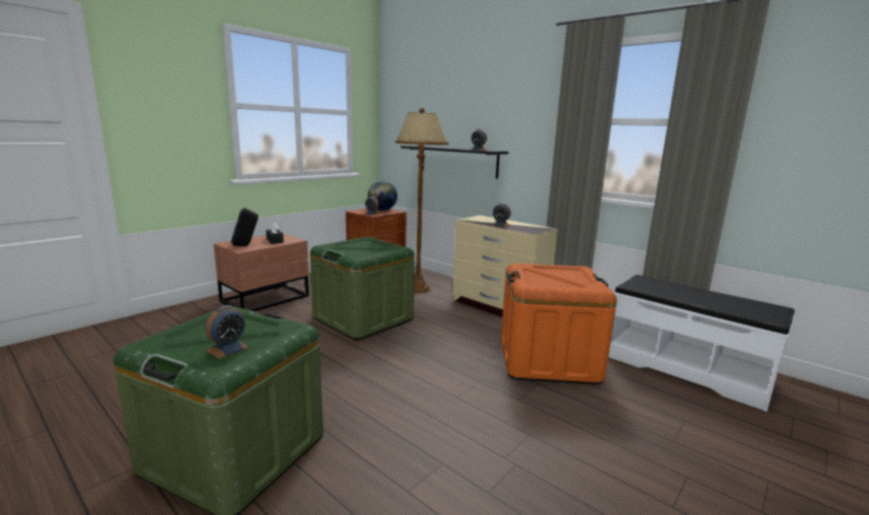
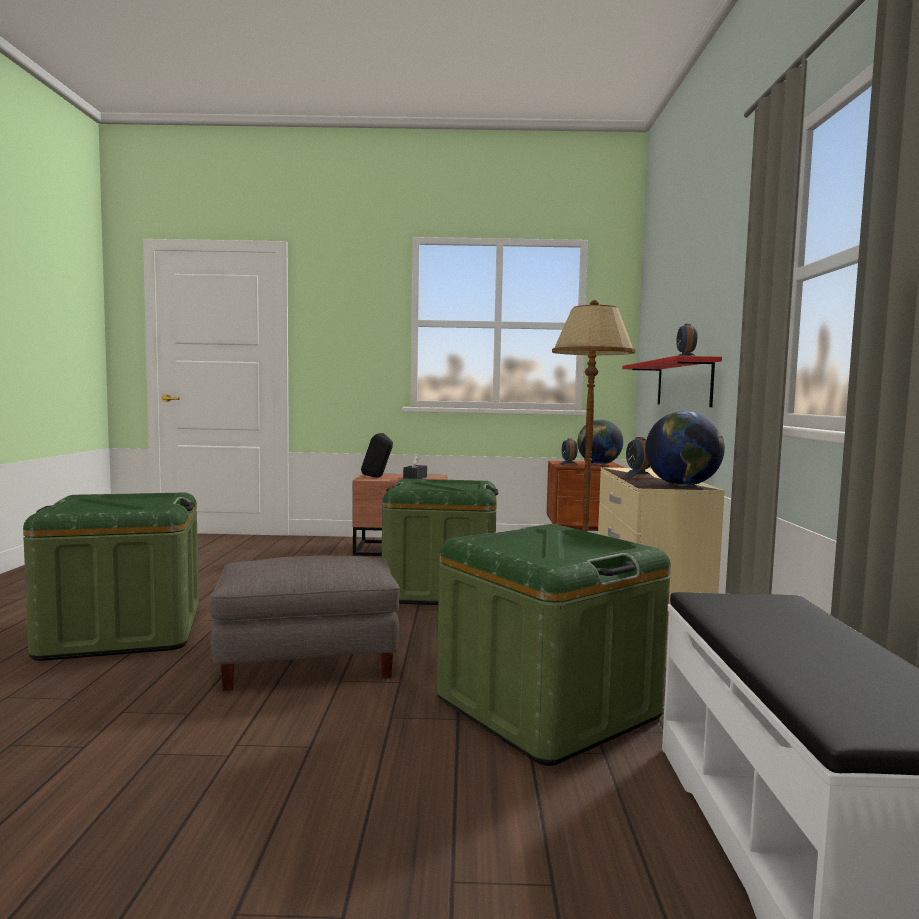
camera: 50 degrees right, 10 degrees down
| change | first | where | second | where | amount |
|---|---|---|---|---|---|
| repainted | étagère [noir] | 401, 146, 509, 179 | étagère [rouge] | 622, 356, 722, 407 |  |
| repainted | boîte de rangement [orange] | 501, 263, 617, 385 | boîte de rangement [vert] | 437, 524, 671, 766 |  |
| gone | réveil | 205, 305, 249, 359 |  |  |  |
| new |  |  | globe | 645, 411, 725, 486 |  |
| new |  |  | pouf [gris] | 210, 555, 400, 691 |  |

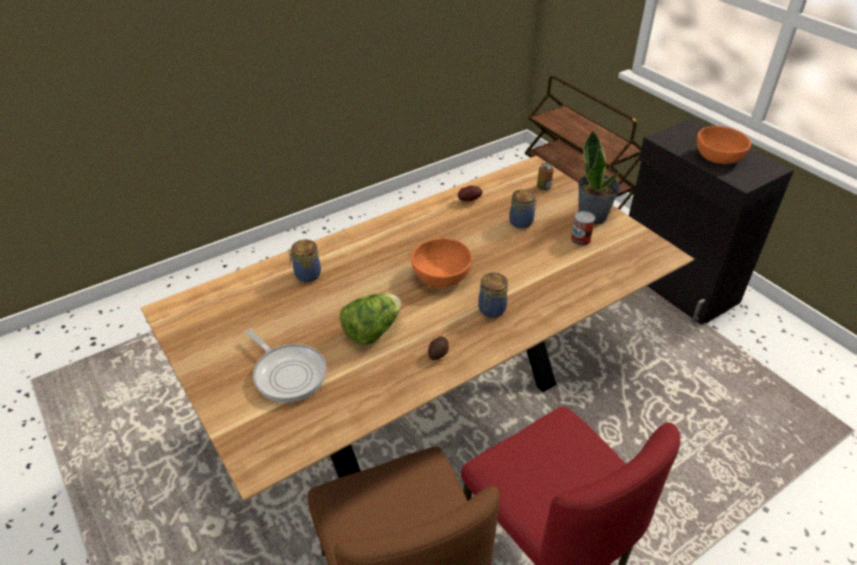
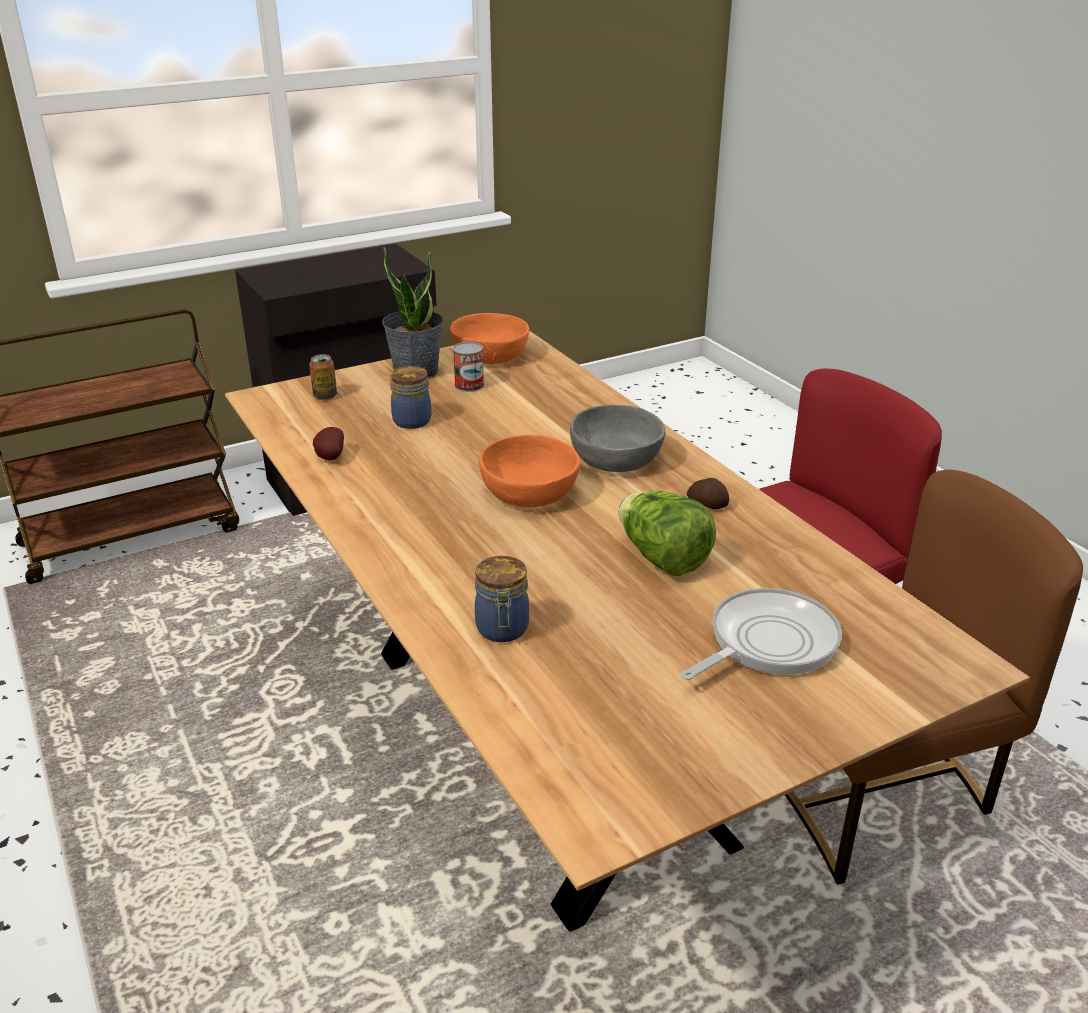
camera: 85 degrees left, 10 degrees down
| change | first | where | second | where | amount |
|---|---|---|---|---|---|
| shifted | bol [orange] | 697, 126, 751, 164 |  | 450, 313, 529, 364 |  |
| swapped | bocal | 478, 273, 508, 318 | bol [gris] | 570, 405, 665, 472 |  |

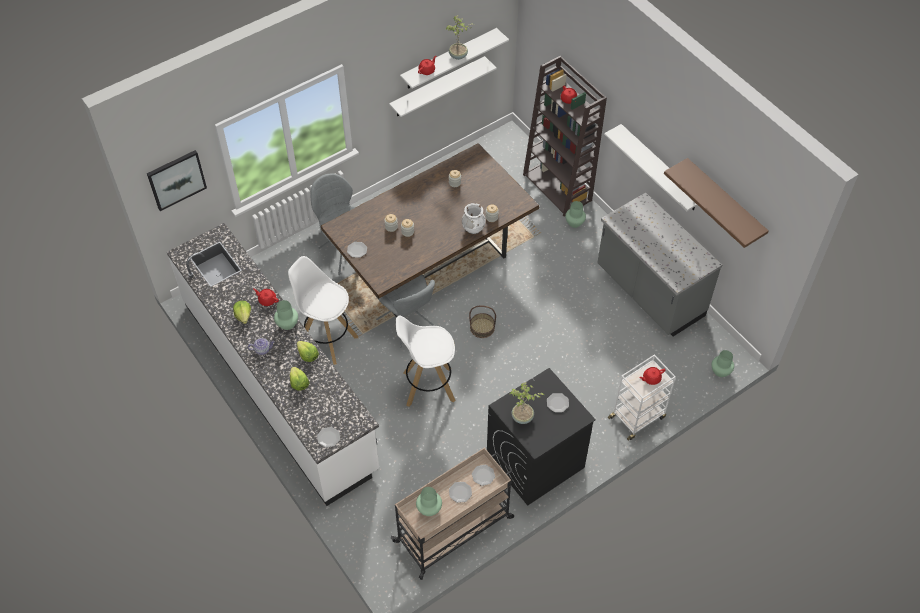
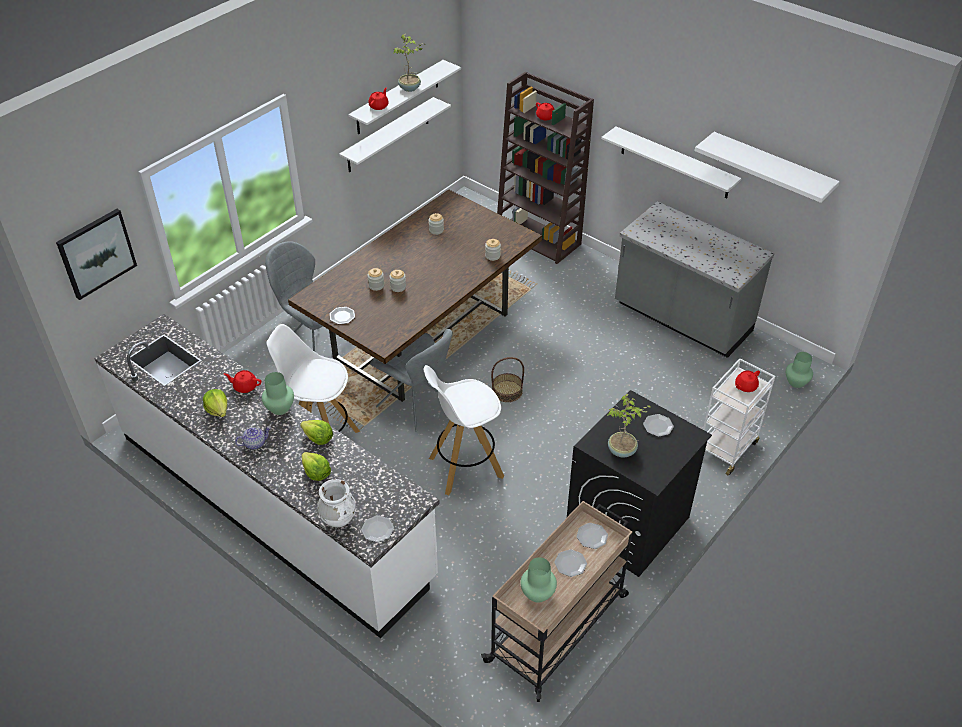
camera: 15 degrees left, 10 degrees down
| change | first | where | second | where | amount |
|---|---|---|---|---|---|
| repainted | étagère [marron] | 664, 158, 769, 248 | étagère [blanc] | 695, 132, 840, 203 |  |
| gone | vase [vert] | 565, 201, 586, 228 |  |  |  |
| shifted | vase [blanc] | 462, 203, 486, 234 |  | 317, 479, 356, 528 |  |

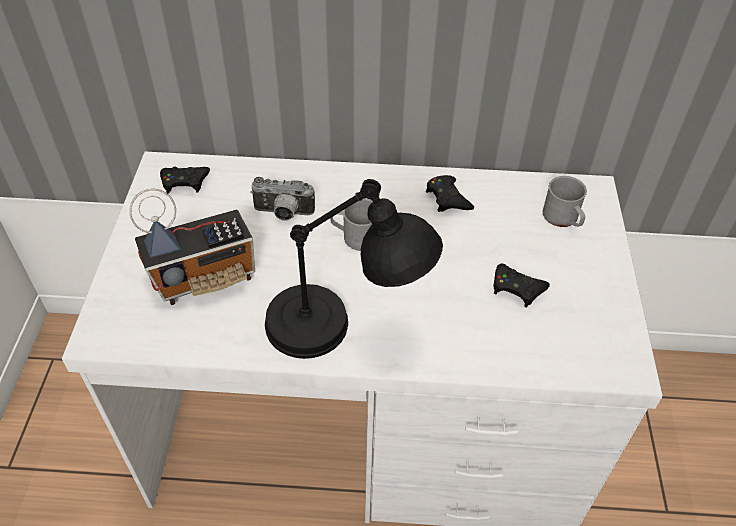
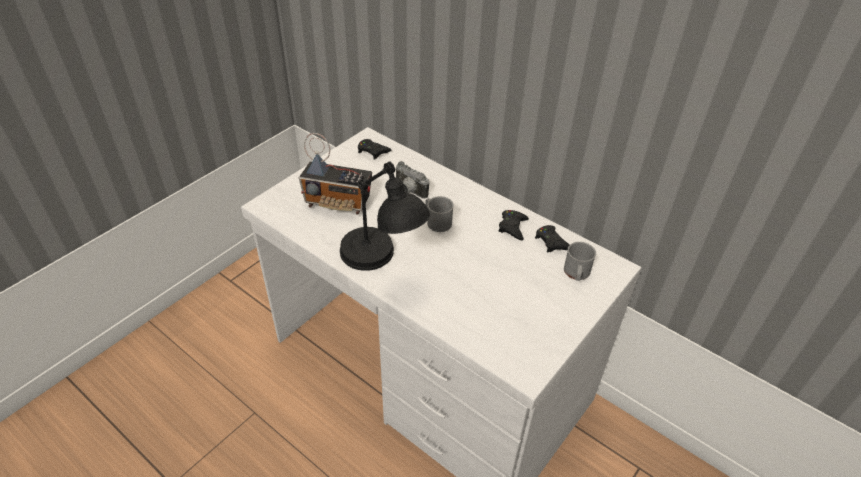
camera: 35 degrees right, 5 degrees down
| change | first | where | second | where | amount |
|---|---|---|---|---|---|
| shifted | manette [noir] | 494, 264, 550, 307 |  | 535, 225, 570, 253 |  |

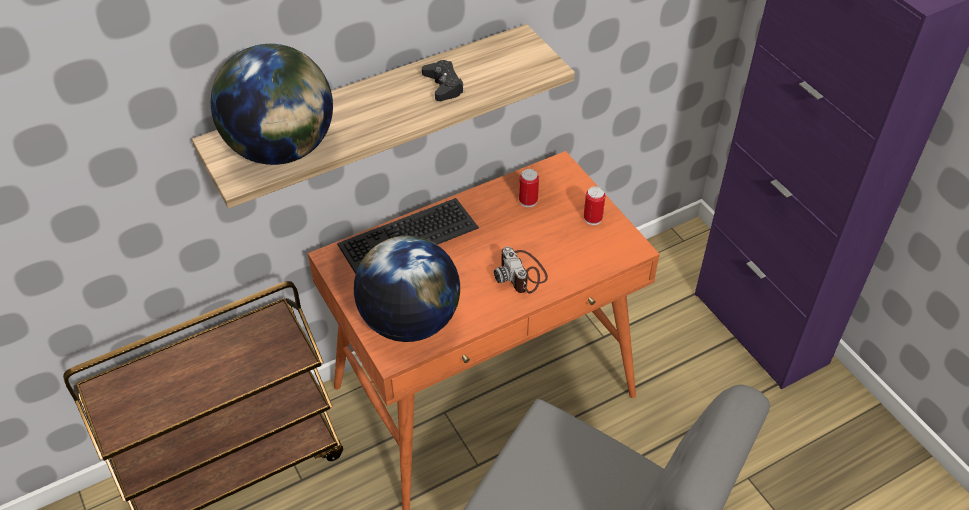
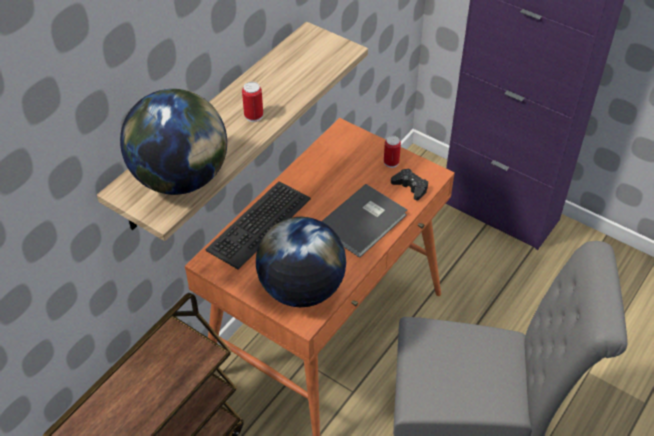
camera: 25 degrees left, 0 degrees up
| change | first | where | second | where | amount |
|---|---|---|---|---|---|
| shifted | manette [noir] | 422, 60, 464, 101 |  | 391, 168, 428, 200 |  |
| shifted | boîte métallique | 519, 169, 539, 207 |  | 242, 82, 263, 122 |  |
| swapped | appareil photo | 494, 246, 548, 294 | livre [gris] | 322, 184, 407, 258 |  |

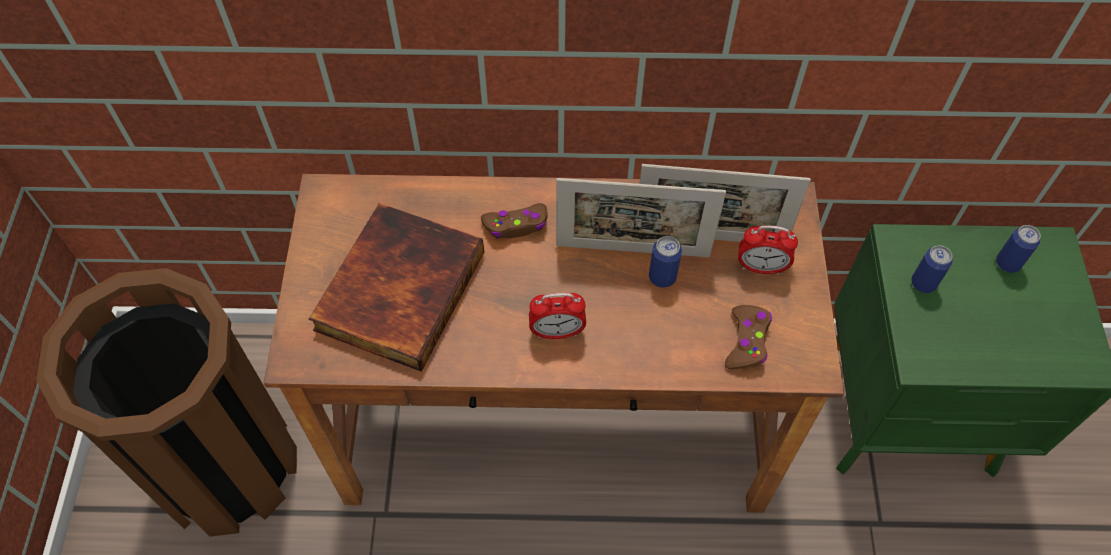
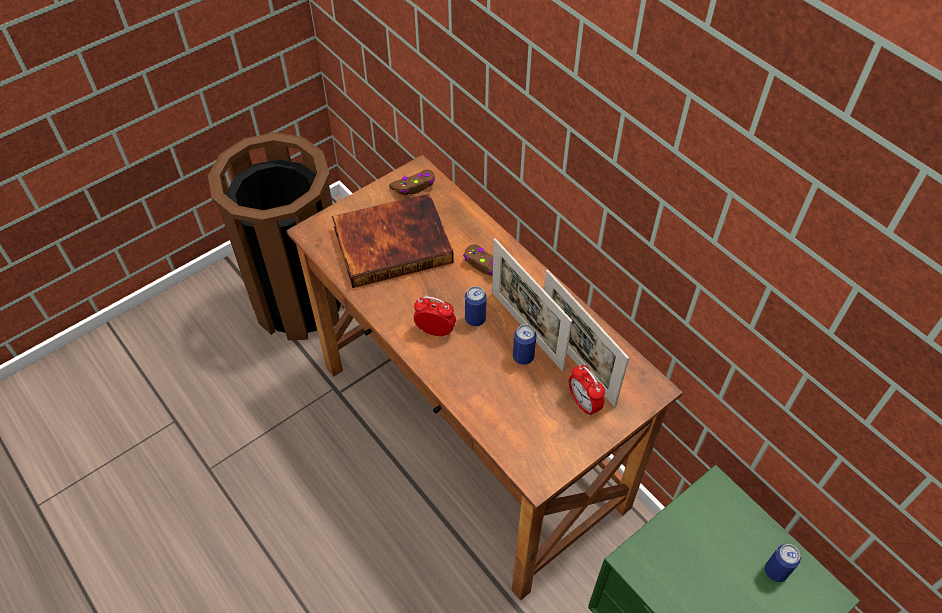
camera: 50 degrees right, 5 degrees down
| change | first | where | second | where | amount |
|---|---|---|---|---|---|
| shifted | boîte métallique | 911, 245, 953, 293 |  | 465, 286, 487, 326 |  |
| rotated | réveil | 529, 293, 586, 339 |  | 414, 296, 456, 338 | 150 degrees clockwise |
| shifted | manette [marron] | 725, 305, 772, 370 |  | 389, 170, 435, 195 |  |

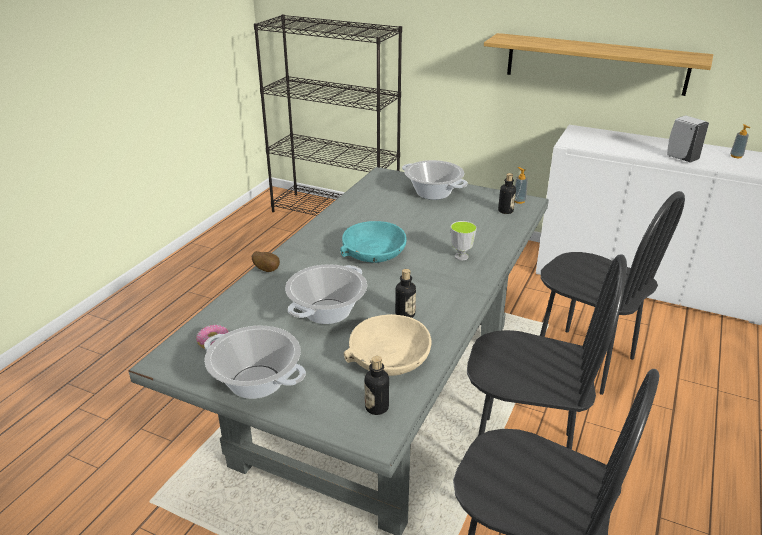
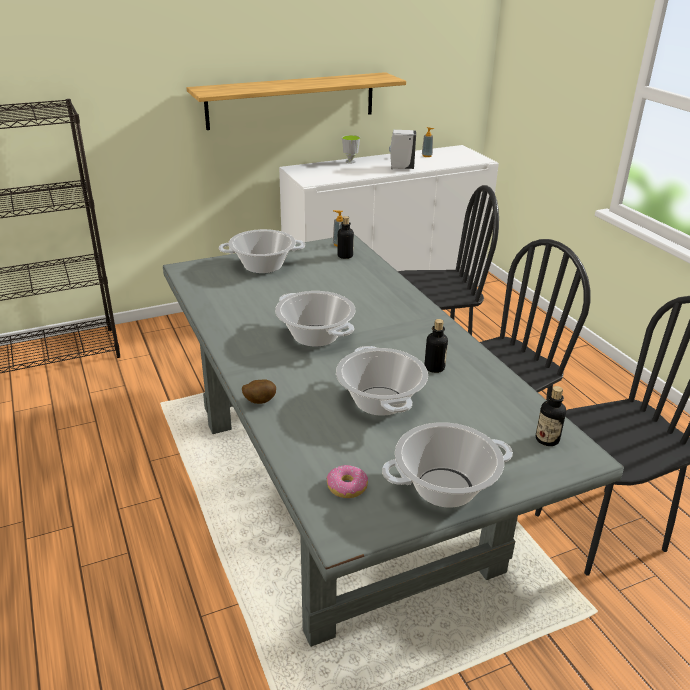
camera: 50 degrees left, 0 degrees up
| change | first | where | second | where | amount |
|---|---|---|---|---|---|
| swapped | bol [turquoise] | 340, 221, 407, 263 | marmite | 275, 291, 356, 347 |  |
| shifted | tasse | 451, 221, 477, 260 |  | 342, 135, 360, 164 |  |
| gone | bol [beige] | 344, 314, 432, 376 |  |  |  |

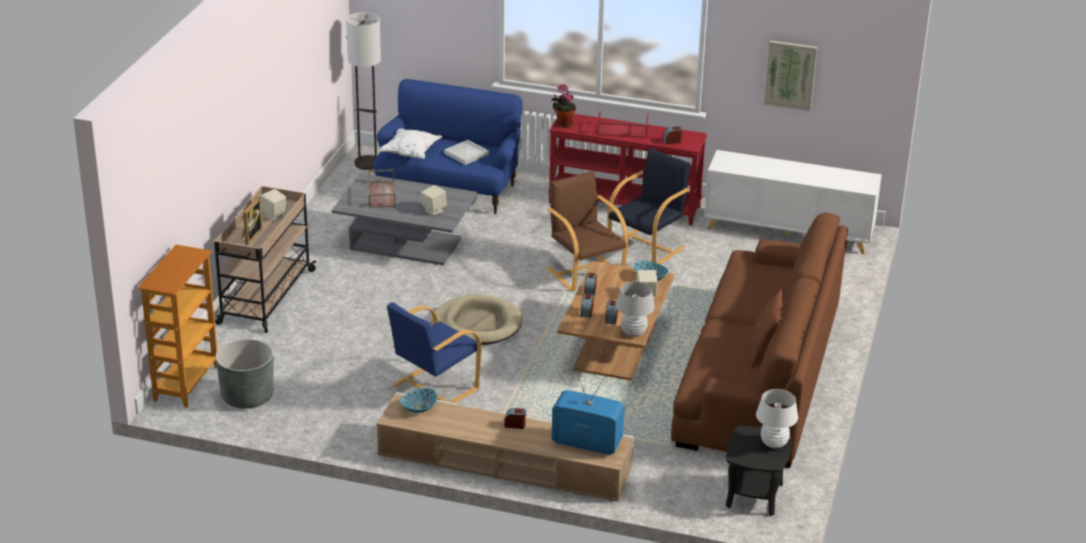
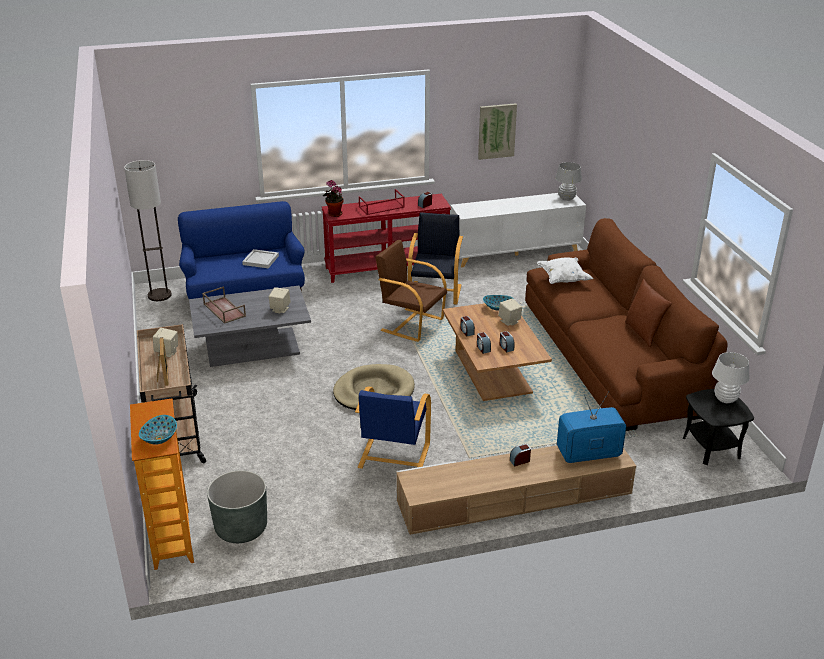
camera: 30 degrees left, 0 degrees up
| change | first | where | second | where | amount |
|---|---|---|---|---|---|
| shifted | coussin [blanc] | 379, 128, 442, 159 |  | 537, 257, 593, 284 |  |
| shifted | lampe de table [blanc] | 616, 282, 655, 337 |  | 555, 162, 582, 201 |  |
| shifted | bol | 400, 388, 438, 413 |  | 139, 415, 177, 445 |  |

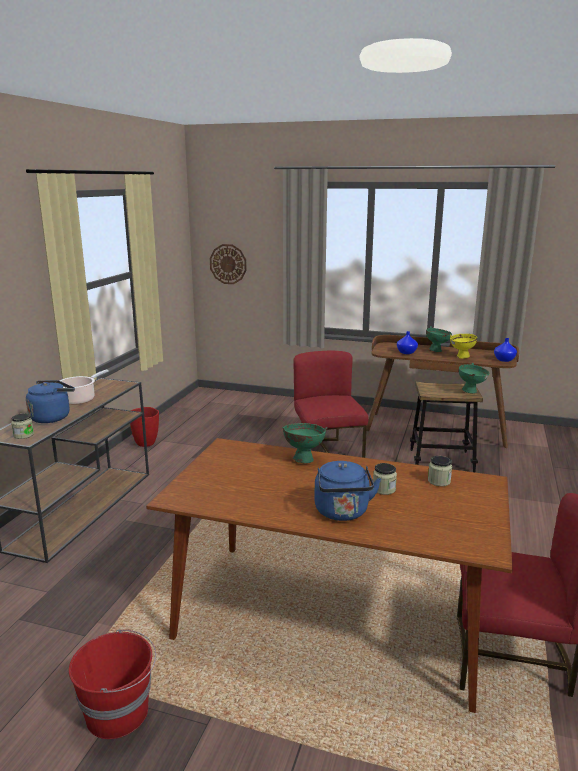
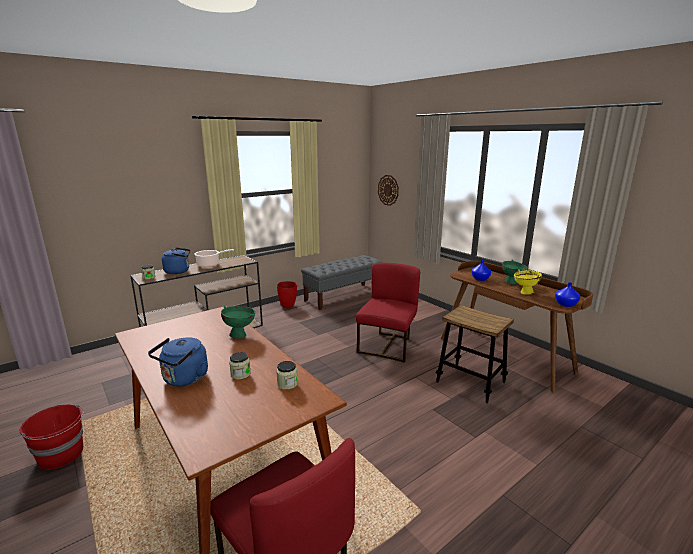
camera: 35 degrees right, 0 degrees up
| change | first | where | second | where | amount |
|---|---|---|---|---|---|
| gone | bol [vert] | 459, 363, 489, 393 |  |  |  |
| new |  |  | banc [gris] | 301, 255, 383, 310 |  |

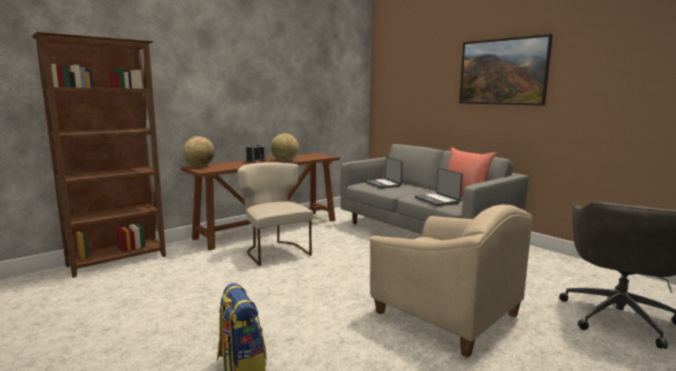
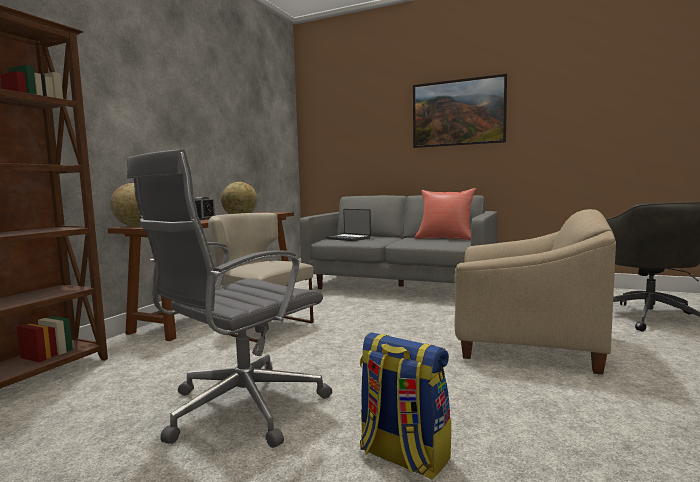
camera: 25 degrees left, 5 degrees down
| change | first | where | second | where | amount |
|---|---|---|---|---|---|
| gone | ordinateur portable | 415, 168, 463, 206 |  |  |  |
| new |  |  | chaise de bureau [gris] | 127, 149, 332, 448 |  |

